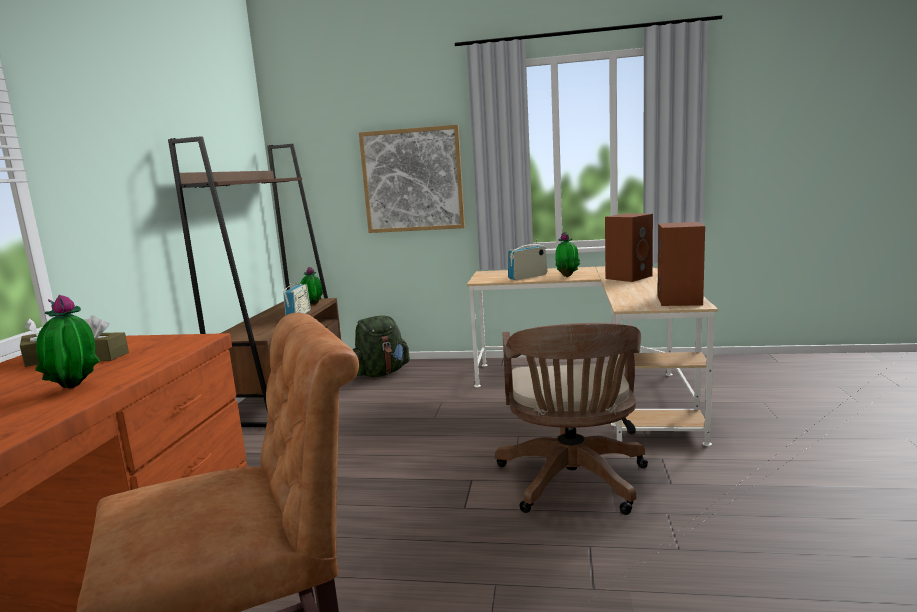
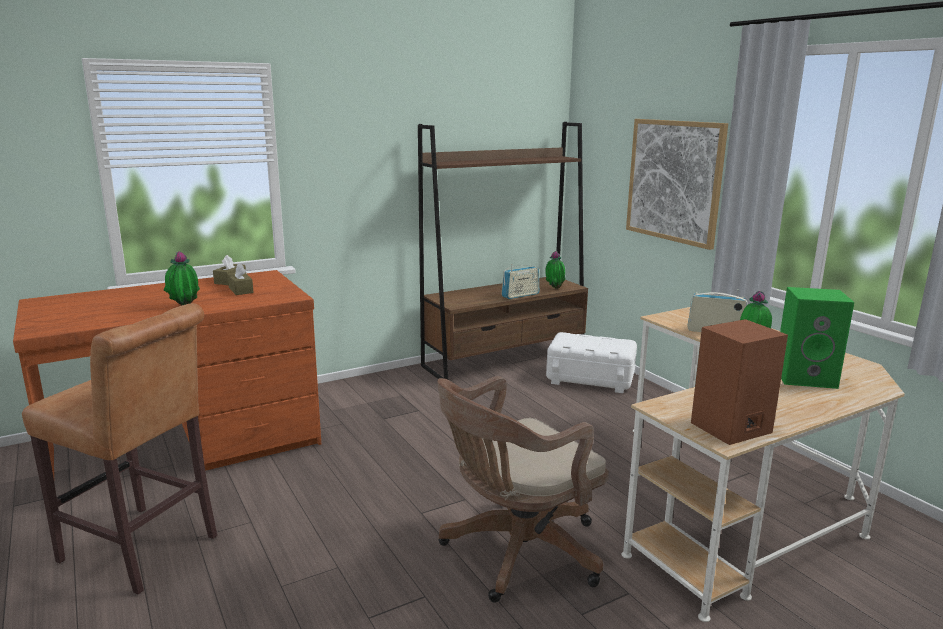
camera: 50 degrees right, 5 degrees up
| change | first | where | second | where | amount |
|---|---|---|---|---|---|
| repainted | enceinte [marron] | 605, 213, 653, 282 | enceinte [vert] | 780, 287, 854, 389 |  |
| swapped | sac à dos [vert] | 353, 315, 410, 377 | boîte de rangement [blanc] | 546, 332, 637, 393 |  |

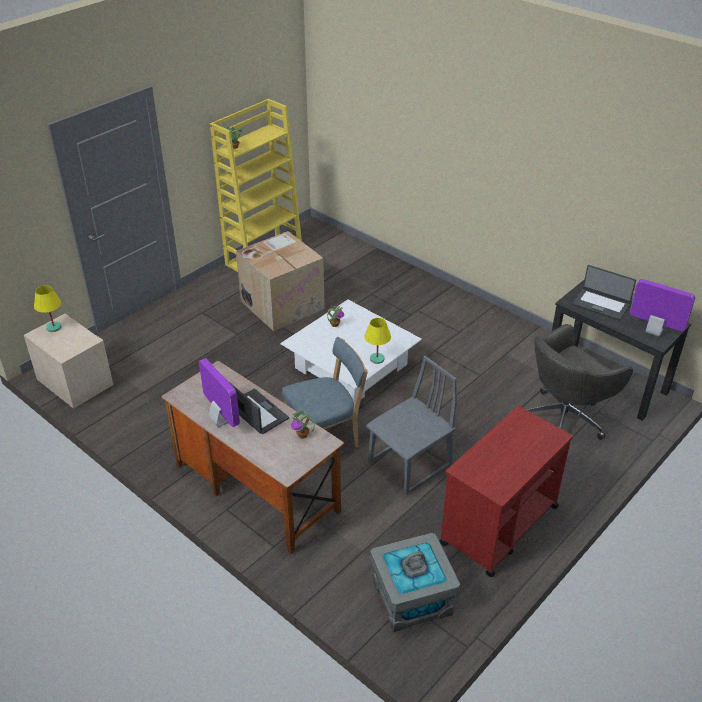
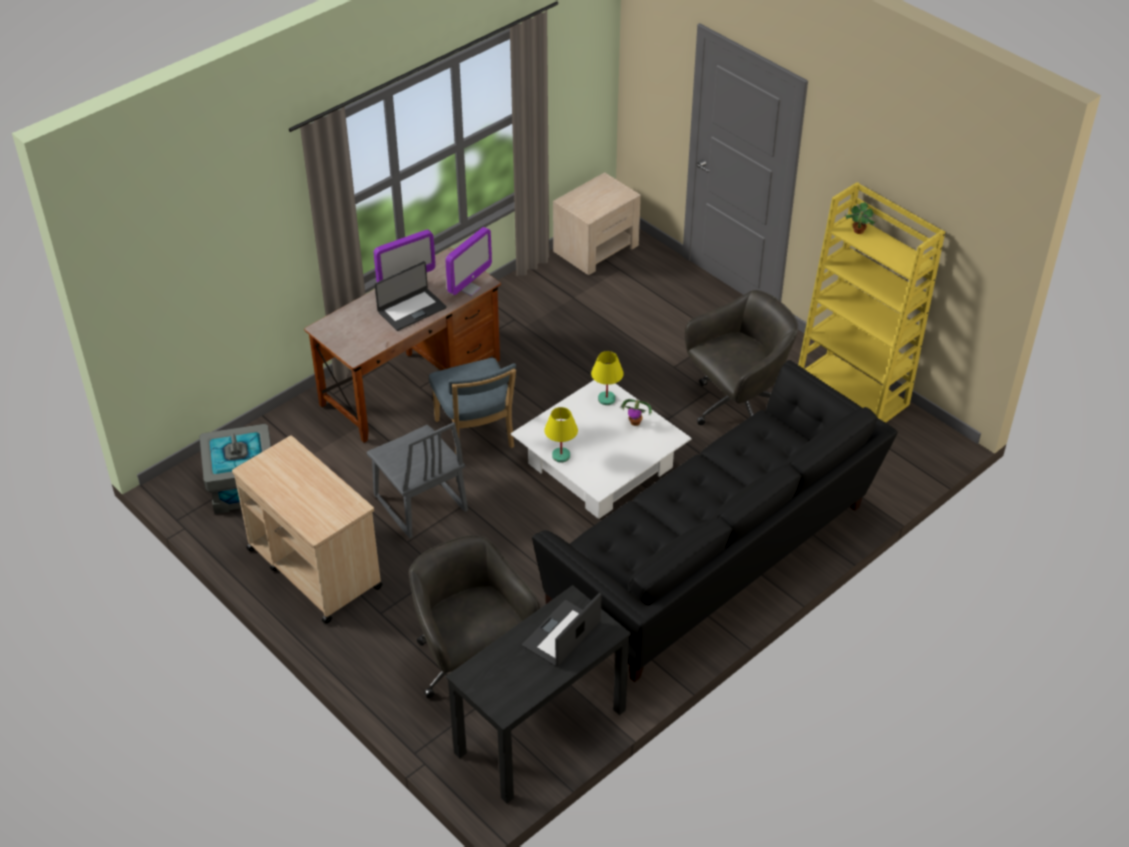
camera: 95 degrees right, 5 degrees up
| change | first | where | second | where | amount |
|---|---|---|---|---|---|
| swapped | carton | 236, 231, 325, 331 | chaise de bureau [gris] | 685, 290, 798, 425 |  |
| shifted | écran d'ordinateur | 630, 279, 695, 337 |  | 445, 227, 492, 296 |  |
| shifted | lampe de table [jaune] | 34, 285, 61, 332 |  | 591, 351, 624, 405 |  |
| repainted | chariot [rouge] | 440, 406, 573, 577 | chariot [beige] | 232, 435, 383, 624 |  |
| gone | plante en pot | 291, 410, 315, 439 |  |  |  |
| new |  |  | canapé [noir] | 532, 360, 898, 682 |  |

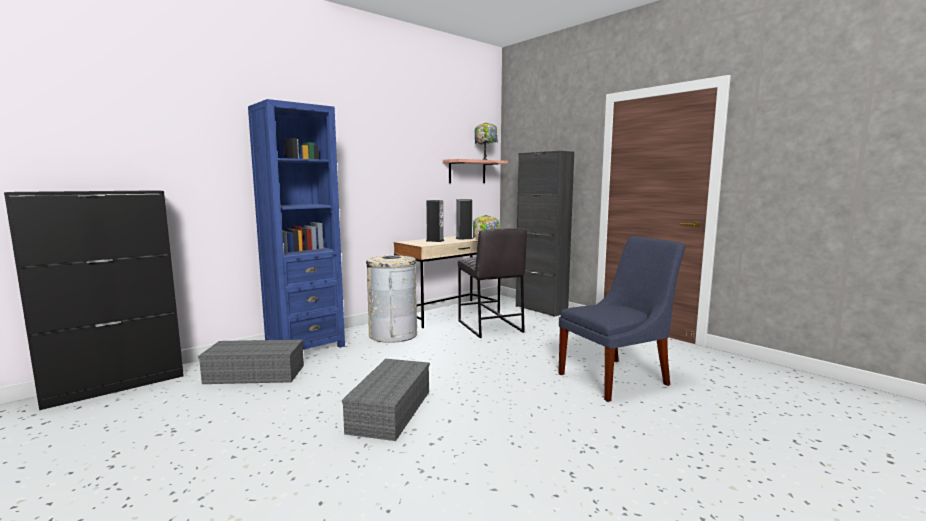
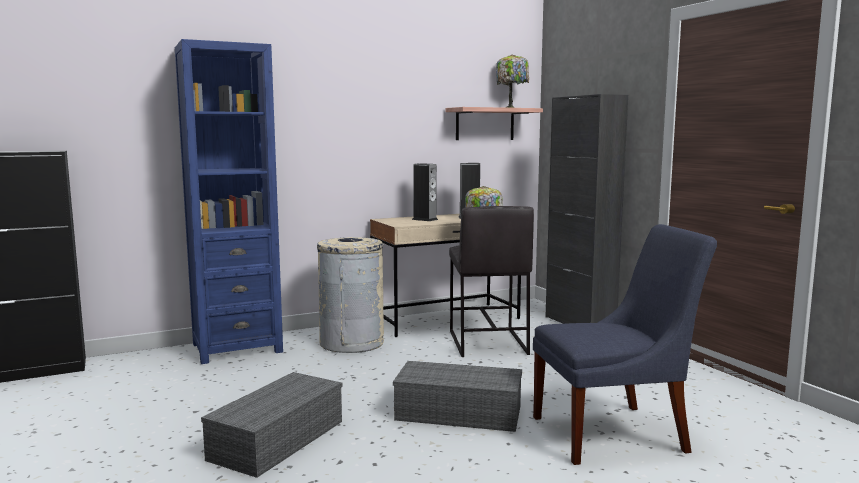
camera: 15 degrees right, 0 degrees up
| change | first | where | second | where | amount |
|---|---|---|---|---|---|
| shifted | boîte de rangement [gris] | 198, 340, 304, 384 |  | 393, 361, 522, 432 |  |

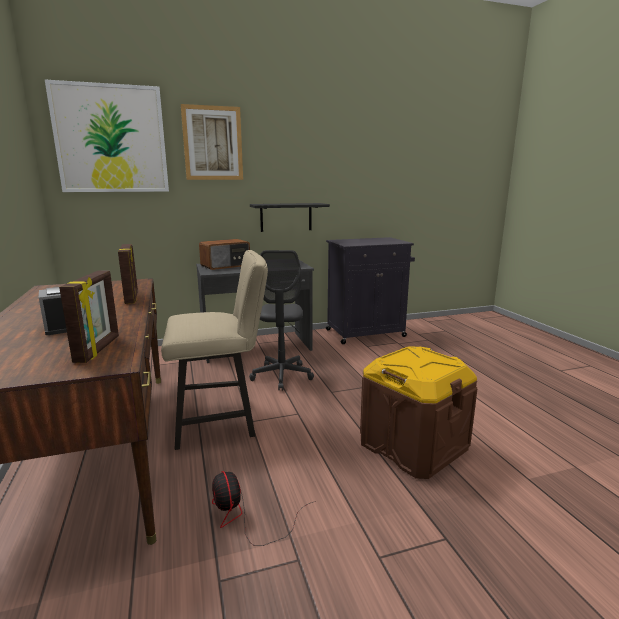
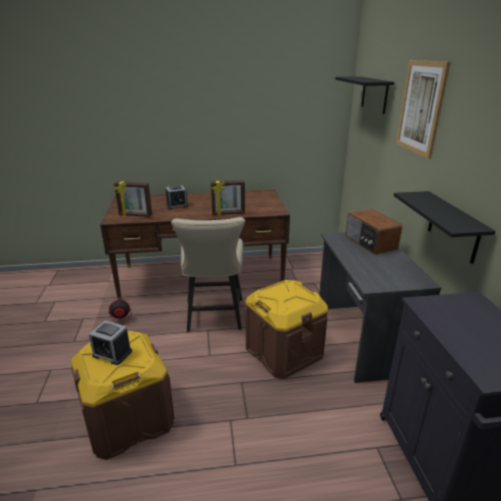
camera: 100 degrees right, 10 degrees up
| change | first | where | second | where | amount |
|---|---|---|---|---|---|
| swapped | tableau | 45, 80, 169, 192 | étagère [noir] | 335, 77, 395, 114 |  |
| swapped | chaise de bureau [gris] | 249, 250, 314, 391 | boîte de rangement [marron] | 245, 280, 328, 379 |  |
| new |  |  | réveil | 89, 320, 132, 365 |  |

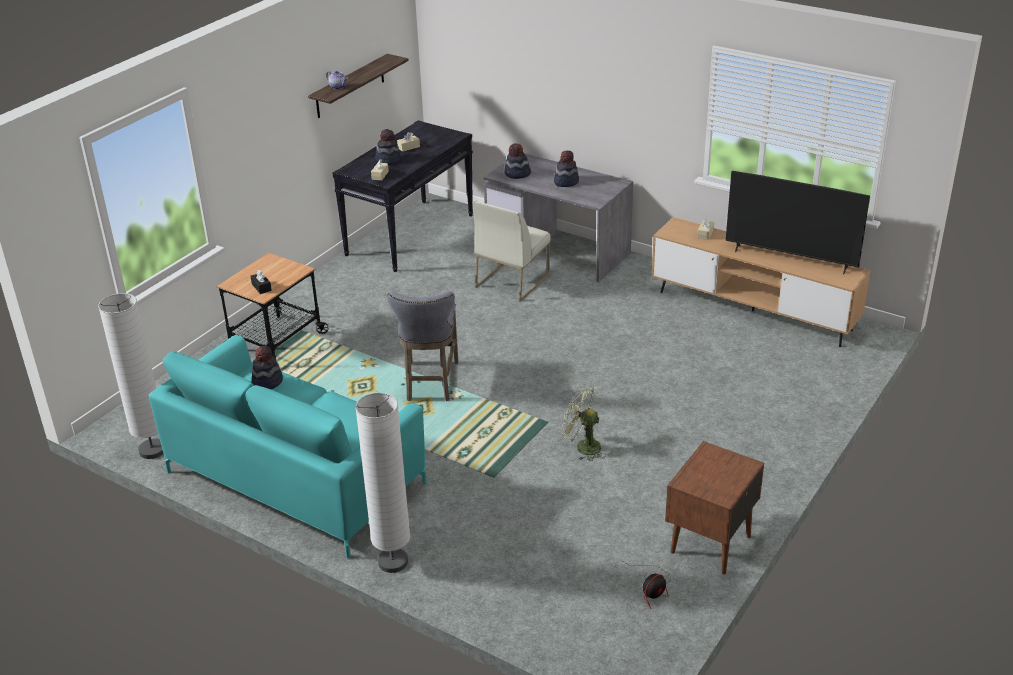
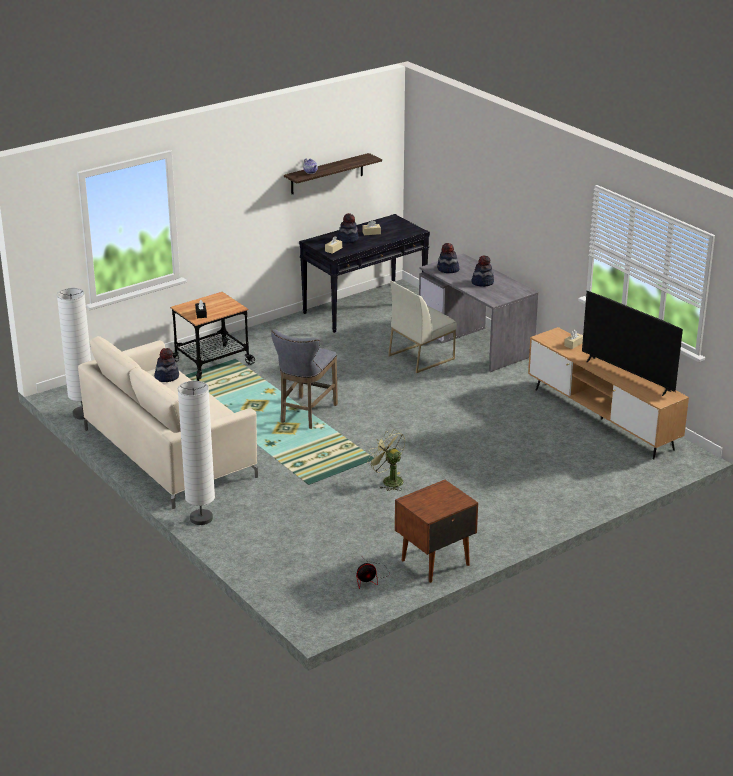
camera: 20 degrees right, 5 degrees down
| change | first | where | second | where | amount |
|---|---|---|---|---|---|
| repainted | canapé [turquoise] | 149, 335, 427, 558 | canapé [beige] | 78, 336, 258, 509 |  |

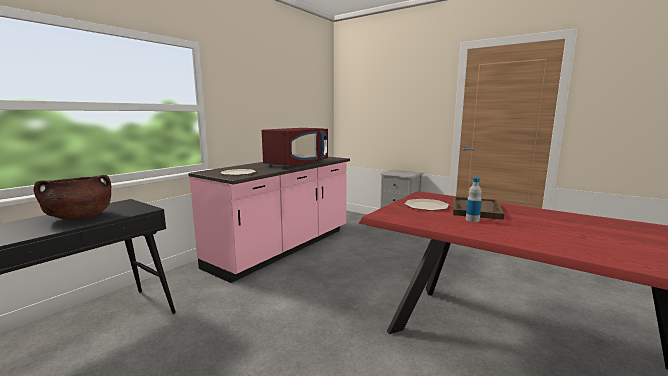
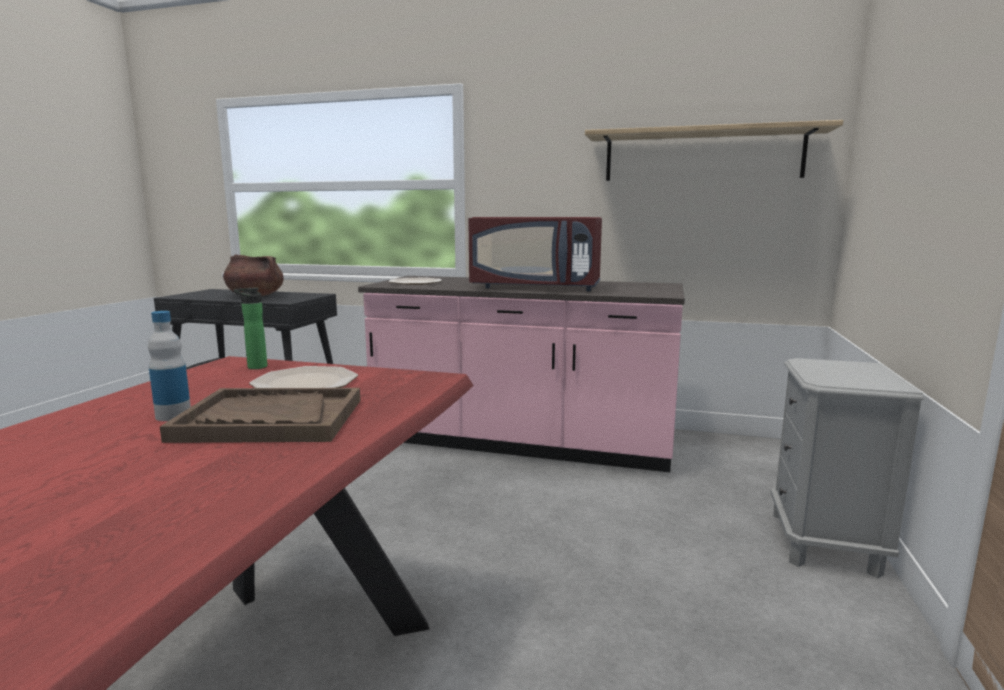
camera: 70 degrees right, 0 degrees up
| change | first | where | second | where | amount |
|---|---|---|---|---|---|
| new |  |  | étagère | 585, 120, 843, 181 |  |
| new |  |  | bouteille | 233, 288, 267, 369 |  |

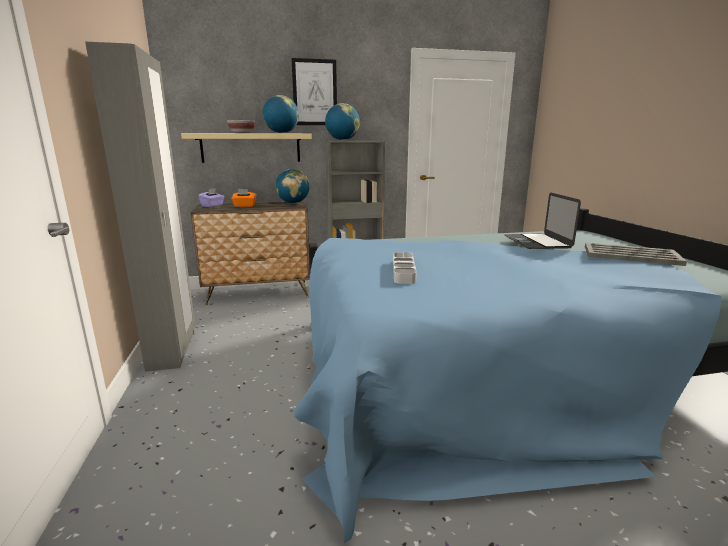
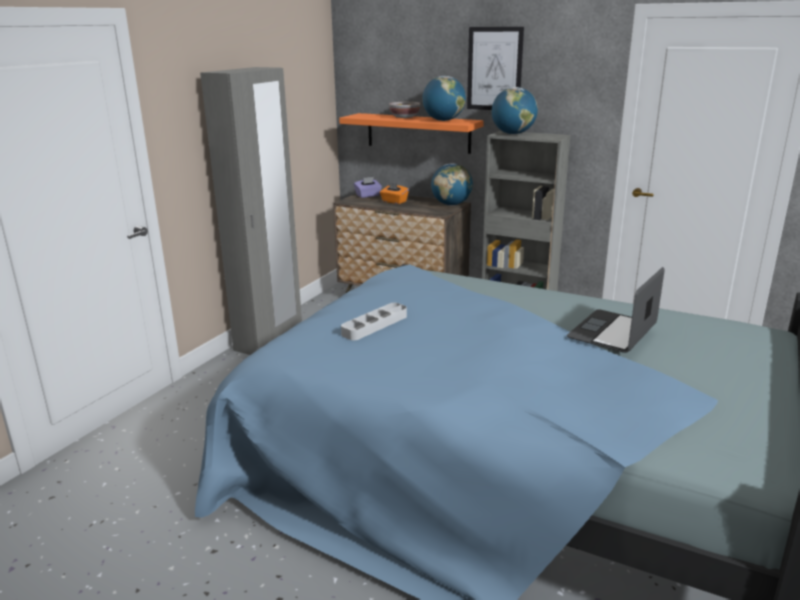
camera: 40 degrees right, 5 degrees up
| change | first | where | second | where | amount |
|---|---|---|---|---|---|
| repainted | étagère [beige] | 181, 133, 312, 163 | étagère [orange] | 339, 113, 484, 154 |  |
| gone | plateau [gris] | 585, 243, 687, 266 |  |  |  |

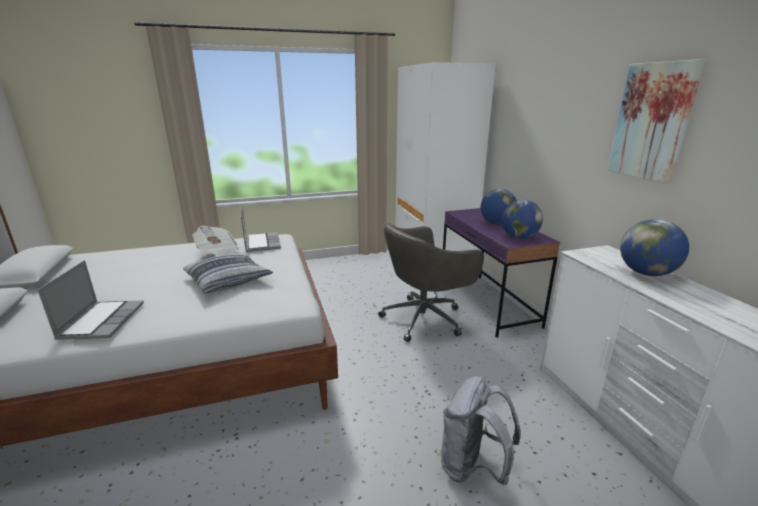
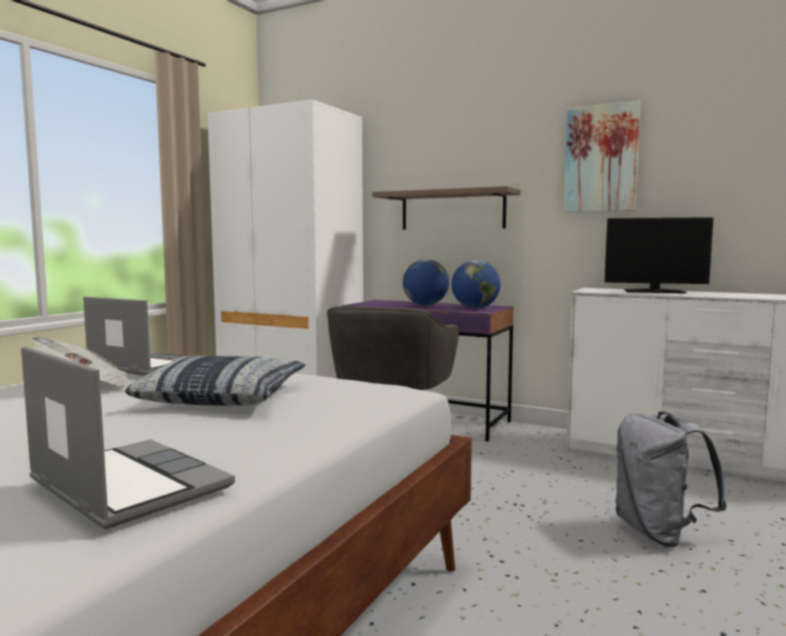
camera: 45 degrees left, 15 degrees down
| change | first | where | second | where | amount |
|---|---|---|---|---|---|
| swapped | globe | 620, 219, 689, 276 | écran d'ordinateur | 605, 217, 713, 293 |  |
| new |  |  | étagère | 372, 186, 521, 229 |  |

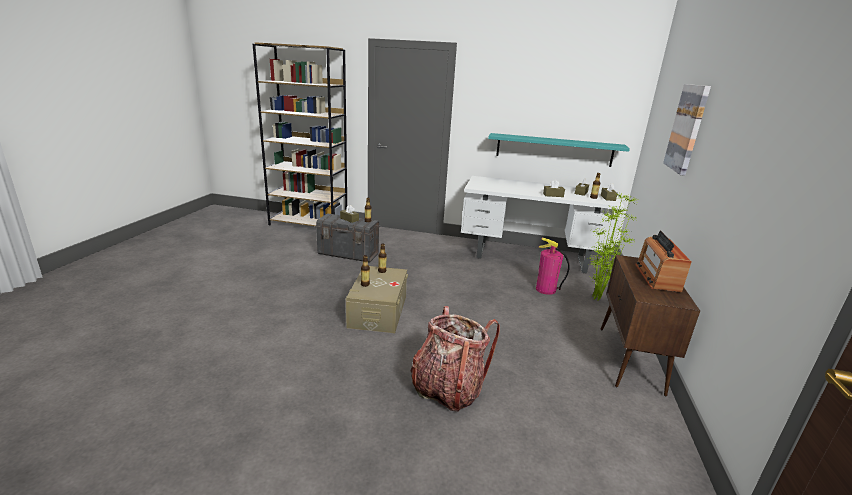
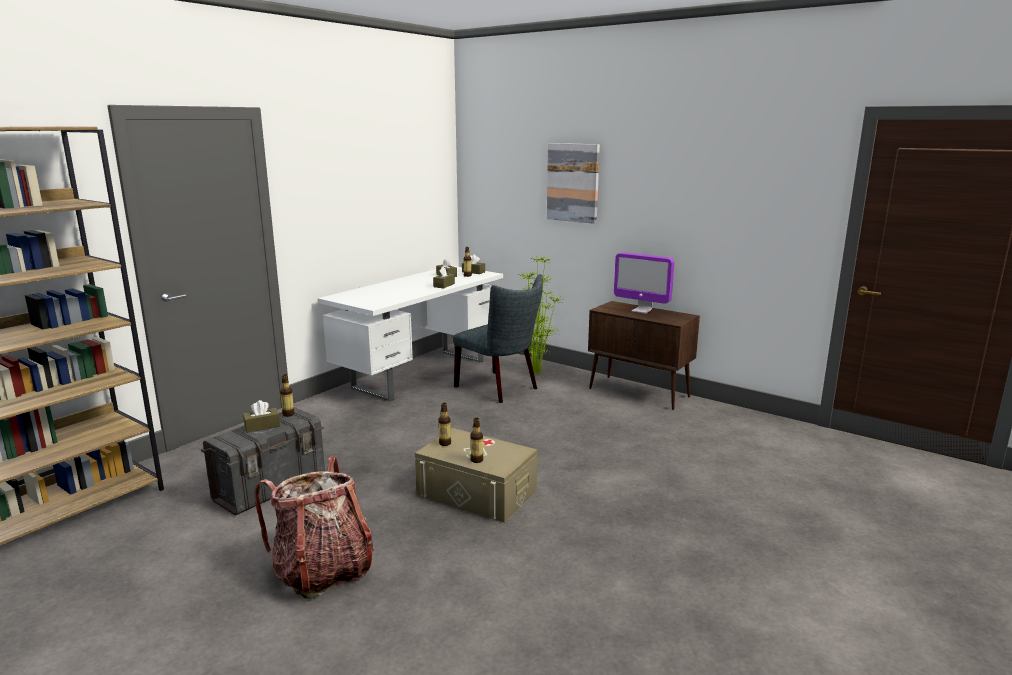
camera: 65 degrees left, 5 degrees down
| change | first | where | second | where | amount |
|---|---|---|---|---|---|
| gone | étagère [turquoise] | 488, 133, 630, 167 |  |  |  |
| swapped | radio | 635, 231, 692, 292 | écran d'ordinateur | 614, 252, 674, 314 |  |
| swapped | extincteur | 536, 238, 570, 295 | chaise [gris] | 453, 274, 543, 403 |  |
| shifted | sac à dos | 410, 306, 500, 412 |  | 255, 456, 374, 599 |  |

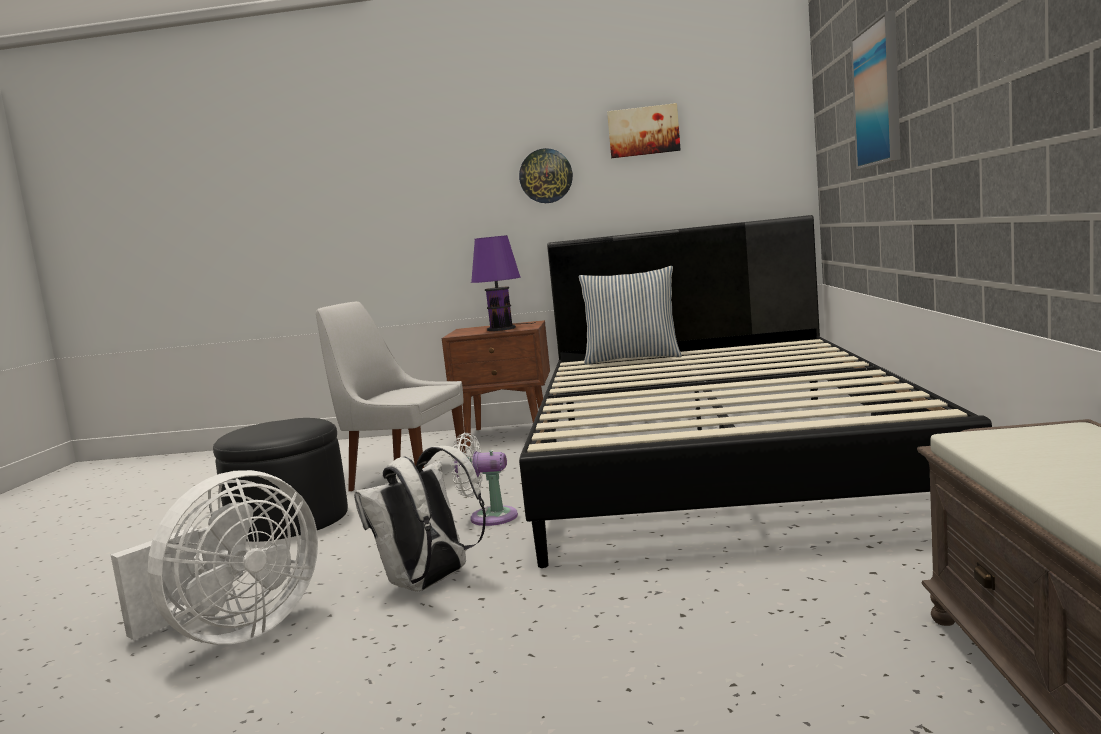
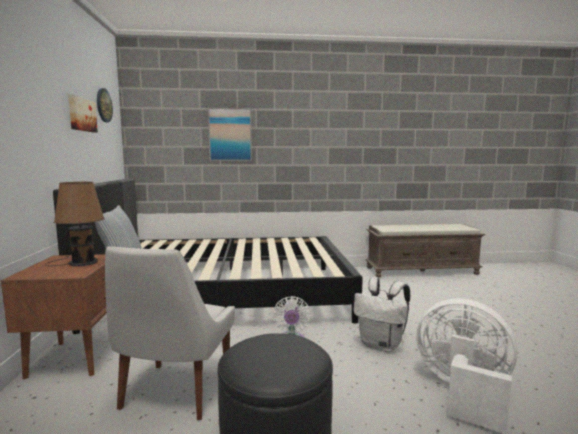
camera: 100 degrees left, 0 degrees up
| change | first | where | second | where | amount |
|---|---|---|---|---|---|
| shifted | horloge murale | 519, 148, 573, 203 |  | 97, 88, 113, 122 |  |
| repainted | lampe de table [violet] | 471, 235, 535, 331 | lampe de table [marron] | 45, 182, 105, 266 |  |

